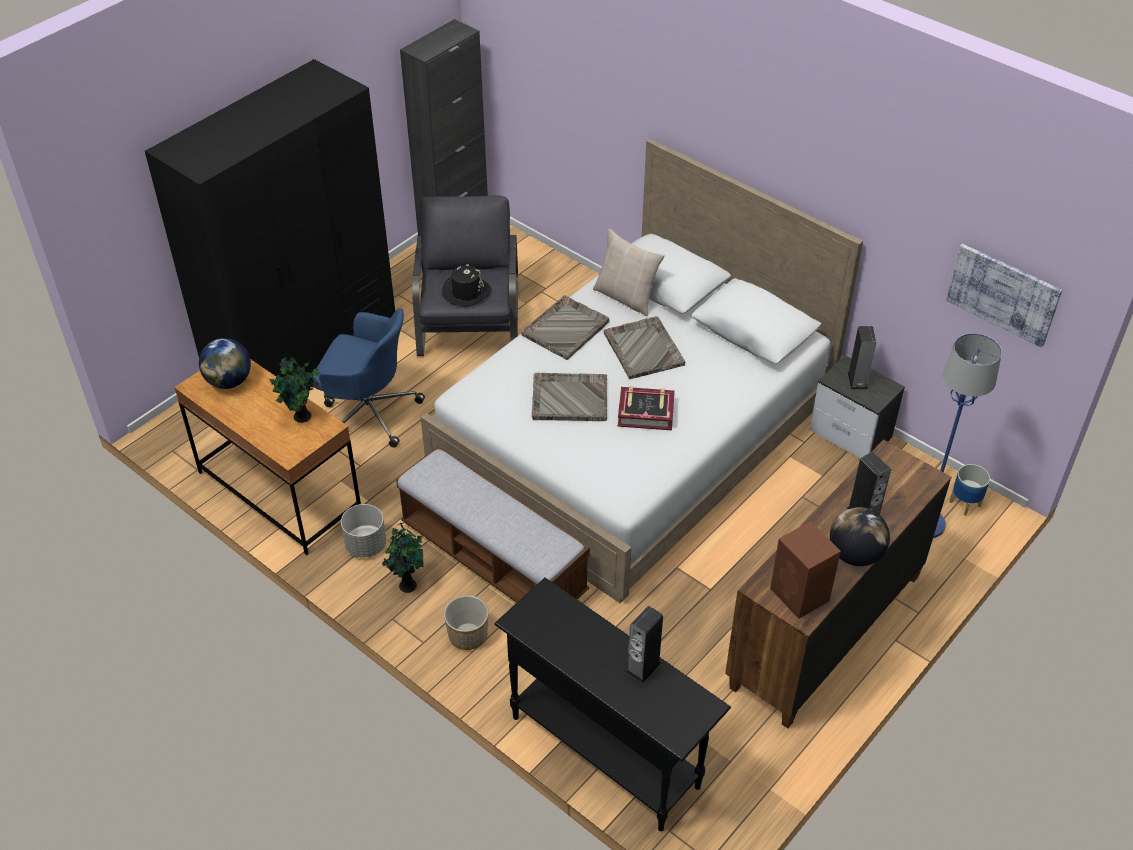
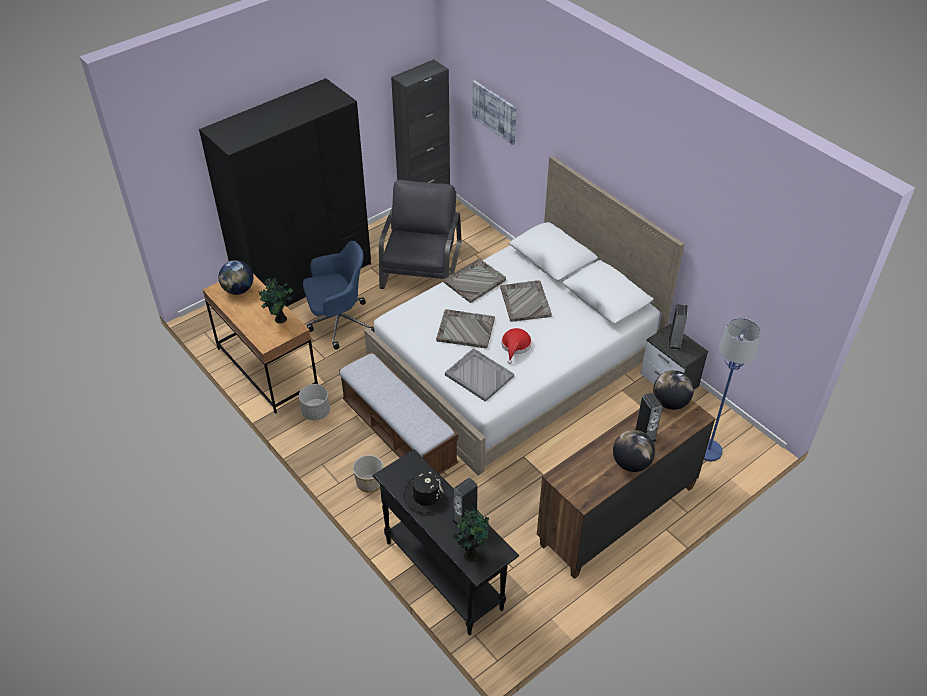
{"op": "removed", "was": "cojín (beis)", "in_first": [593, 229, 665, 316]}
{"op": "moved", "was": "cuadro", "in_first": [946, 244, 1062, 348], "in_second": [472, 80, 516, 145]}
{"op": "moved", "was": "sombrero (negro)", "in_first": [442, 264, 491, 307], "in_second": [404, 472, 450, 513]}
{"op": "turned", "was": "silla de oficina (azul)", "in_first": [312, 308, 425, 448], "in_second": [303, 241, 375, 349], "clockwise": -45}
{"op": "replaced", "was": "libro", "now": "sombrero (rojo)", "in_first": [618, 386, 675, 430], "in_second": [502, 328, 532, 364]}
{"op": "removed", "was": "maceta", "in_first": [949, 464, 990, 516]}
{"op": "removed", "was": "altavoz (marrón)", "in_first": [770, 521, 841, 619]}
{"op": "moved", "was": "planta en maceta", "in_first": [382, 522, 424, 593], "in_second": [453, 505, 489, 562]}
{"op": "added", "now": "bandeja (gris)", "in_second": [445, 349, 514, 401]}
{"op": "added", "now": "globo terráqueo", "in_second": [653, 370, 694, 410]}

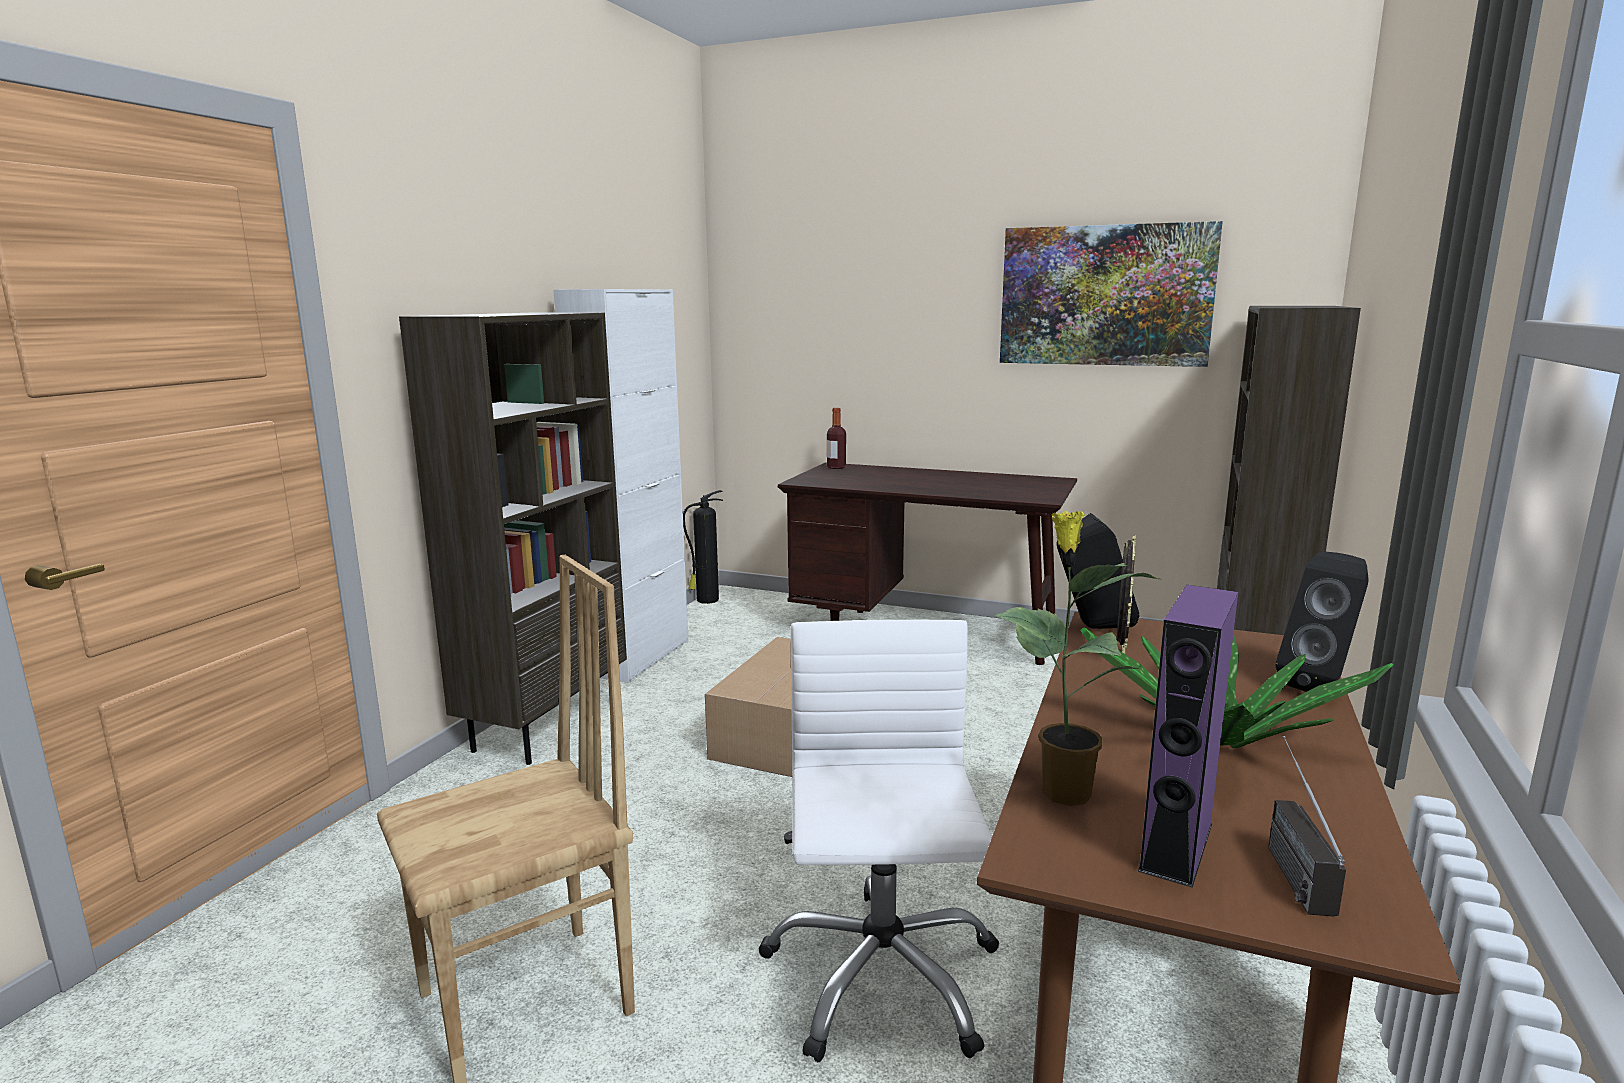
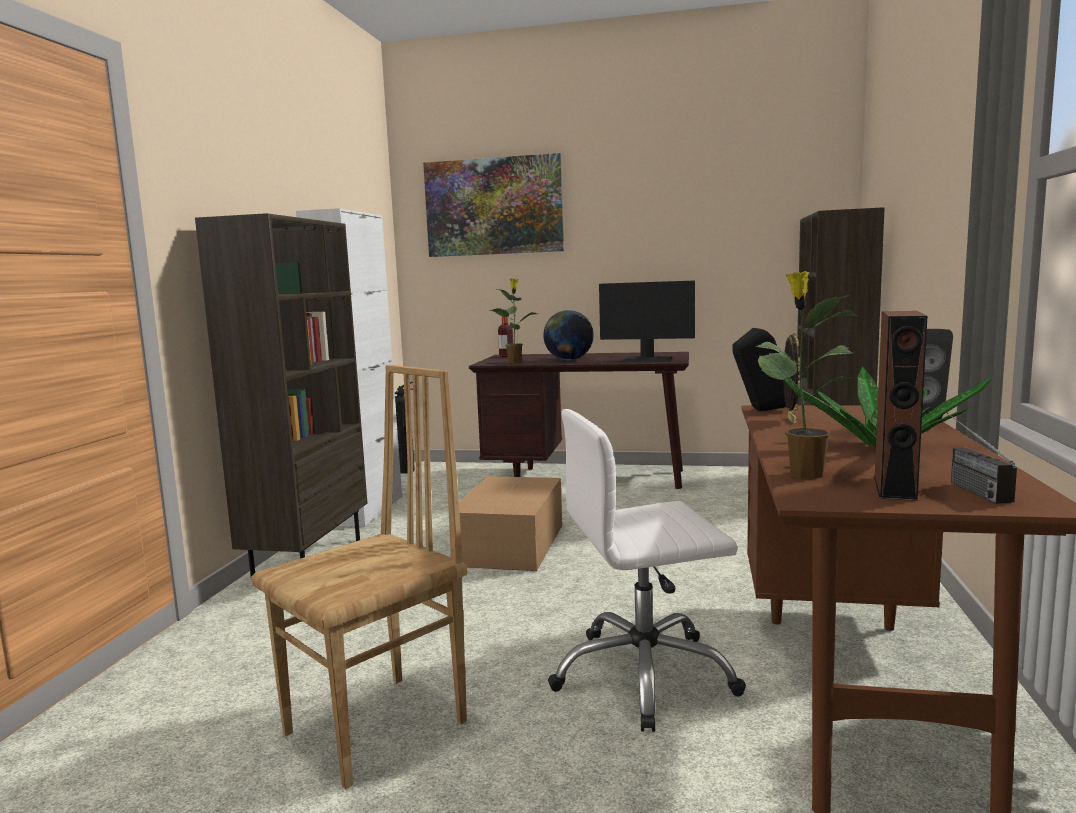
{"op": "moved", "was": "cuadro", "in_first": [1000, 221, 1223, 367], "in_second": [423, 153, 564, 257]}
{"op": "recoloured", "was": "altavoz (morado)", "now": "altavoz (marrón)", "in_first": [1137, 585, 1238, 888], "in_second": [874, 311, 927, 501]}
{"op": "turned", "was": "silla de oficina (blanco)", "in_first": [758, 620, 999, 1062], "in_second": [548, 409, 746, 732], "clockwise": -90}
{"op": "added", "now": "planta en maceta", "in_second": [490, 278, 538, 363]}
{"op": "added", "now": "monitor", "in_second": [599, 281, 695, 362]}
{"op": "added", "now": "globo terráqueo", "in_second": [543, 310, 594, 360]}

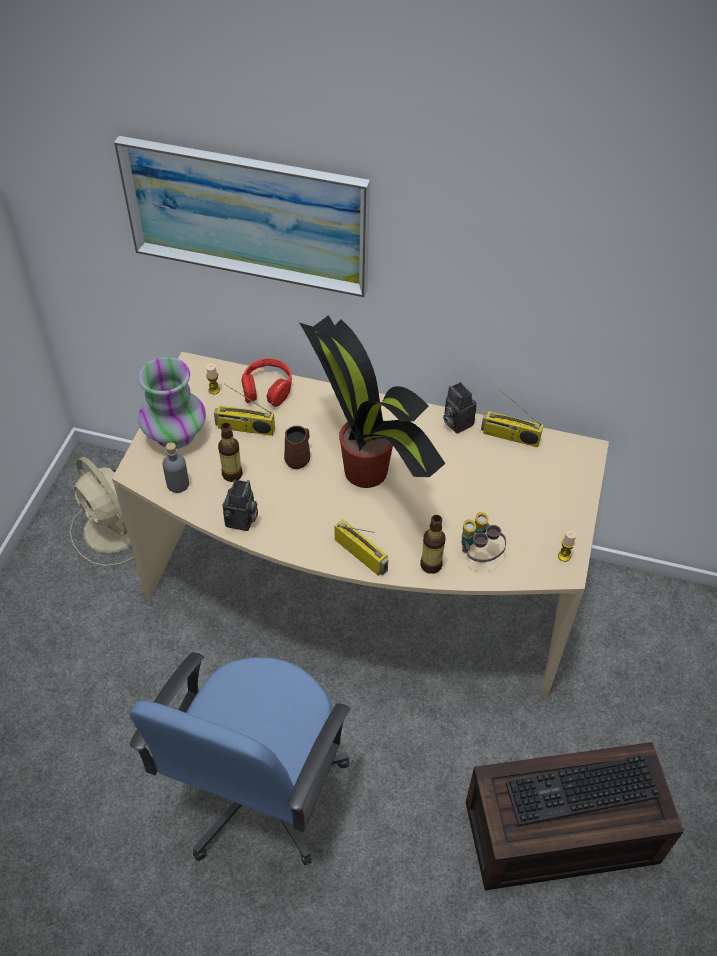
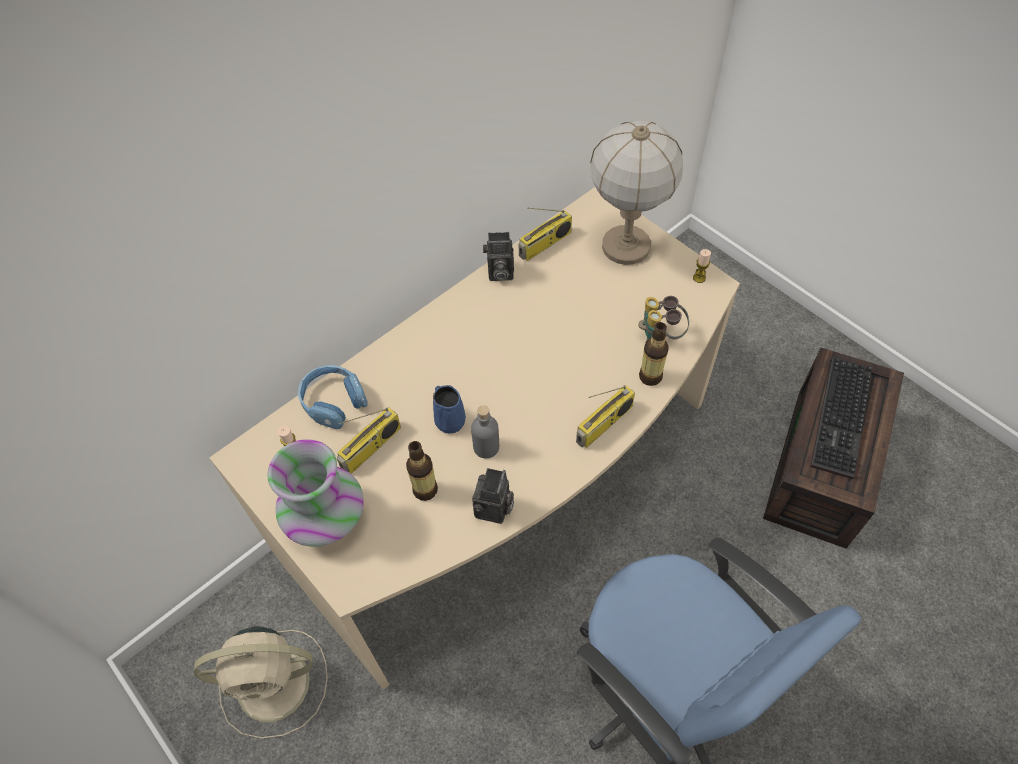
{"op": "removed", "was": "cuadro", "in_first": [114, 136, 370, 297]}
{"op": "removed", "was": "planta en maceta", "in_first": [300, 315, 445, 488]}
{"op": "recoloured", "was": "auriculares (rojo)", "now": "auriculares (azul)", "in_first": [241, 358, 292, 407], "in_second": [298, 365, 368, 429]}
{"op": "recoloured", "was": "taza grande (marrón)", "now": "taza grande (azul)", "in_first": [284, 426, 310, 469], "in_second": [433, 385, 466, 433]}
{"op": "moved", "was": "botella (gris)", "in_first": [163, 442, 189, 493], "in_second": [471, 405, 499, 459]}
{"op": "turned", "was": "cámara", "in_first": [223, 480, 258, 531], "in_second": [472, 468, 514, 524], "clockwise": 60}
{"op": "turned", "was": "radio", "in_first": [335, 519, 388, 576], "in_second": [576, 385, 635, 448], "clockwise": 150}
{"op": "added", "now": "lámpara de mesa", "in_second": [590, 121, 683, 265]}

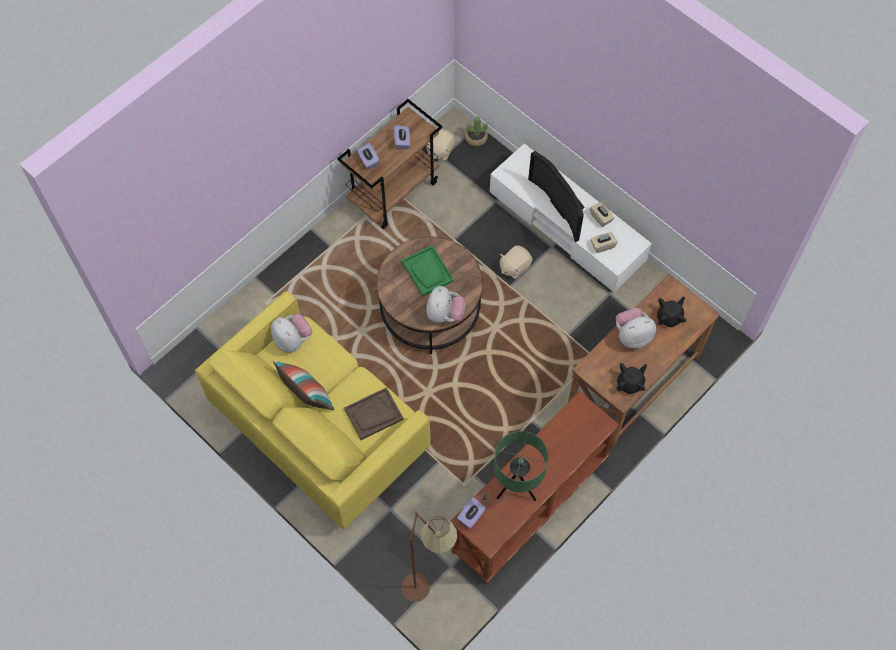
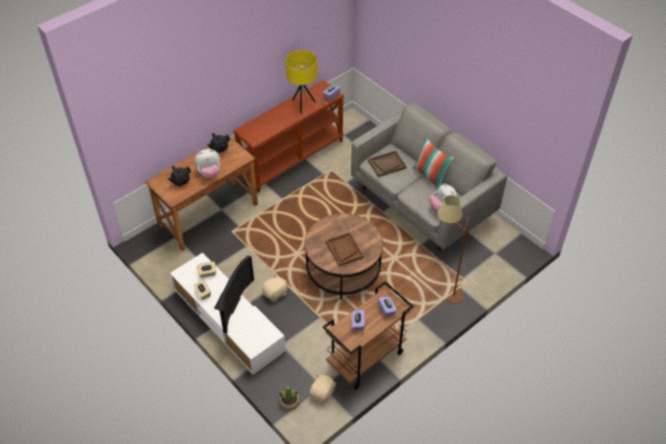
{"op": "turned", "was": "televisor", "in_first": [528, 151, 585, 242], "in_second": [214, 256, 254, 334], "clockwise": 45}
{"op": "recoloured", "was": "bandeja (verde)", "now": "bandeja (marrón)", "in_first": [402, 245, 454, 296], "in_second": [326, 232, 364, 266]}
{"op": "removed", "was": "peluche", "in_first": [426, 286, 465, 323]}
{"op": "recoloured", "was": "sofá (amarillo)", "now": "sofá (gris)", "in_first": [195, 291, 430, 530], "in_second": [351, 103, 507, 251]}
{"op": "recoloured", "was": "lámpara de mesa (verde)", "now": "lámpara de mesa (amarillo)", "in_first": [481, 431, 548, 503], "in_second": [285, 50, 325, 114]}
{"op": "moved", "was": "lámpara de pie (marrón)", "in_first": [401, 512, 457, 602], "in_second": [438, 195, 469, 304]}

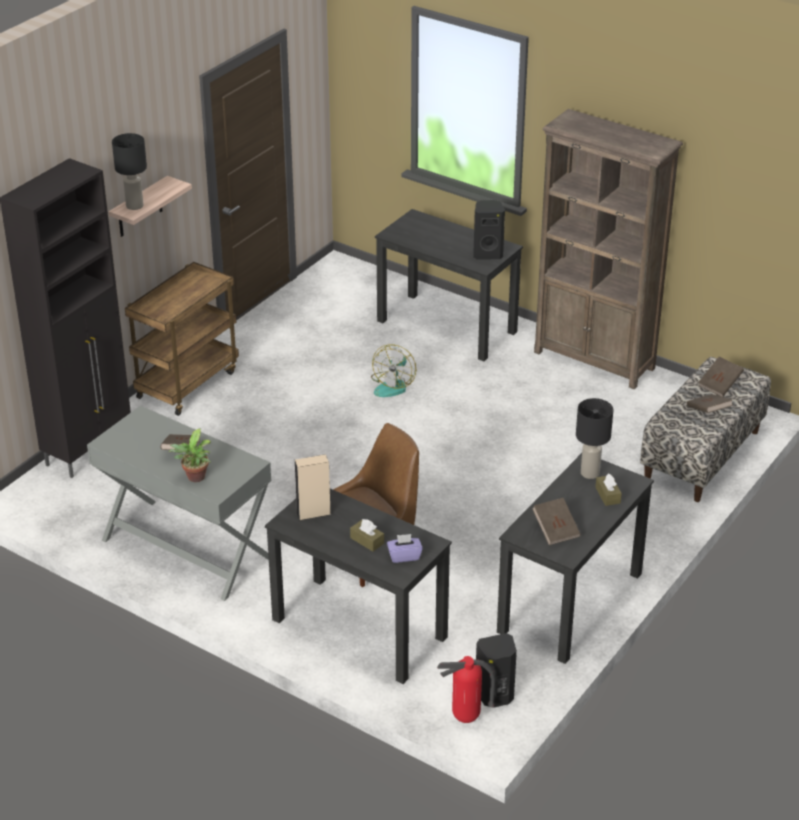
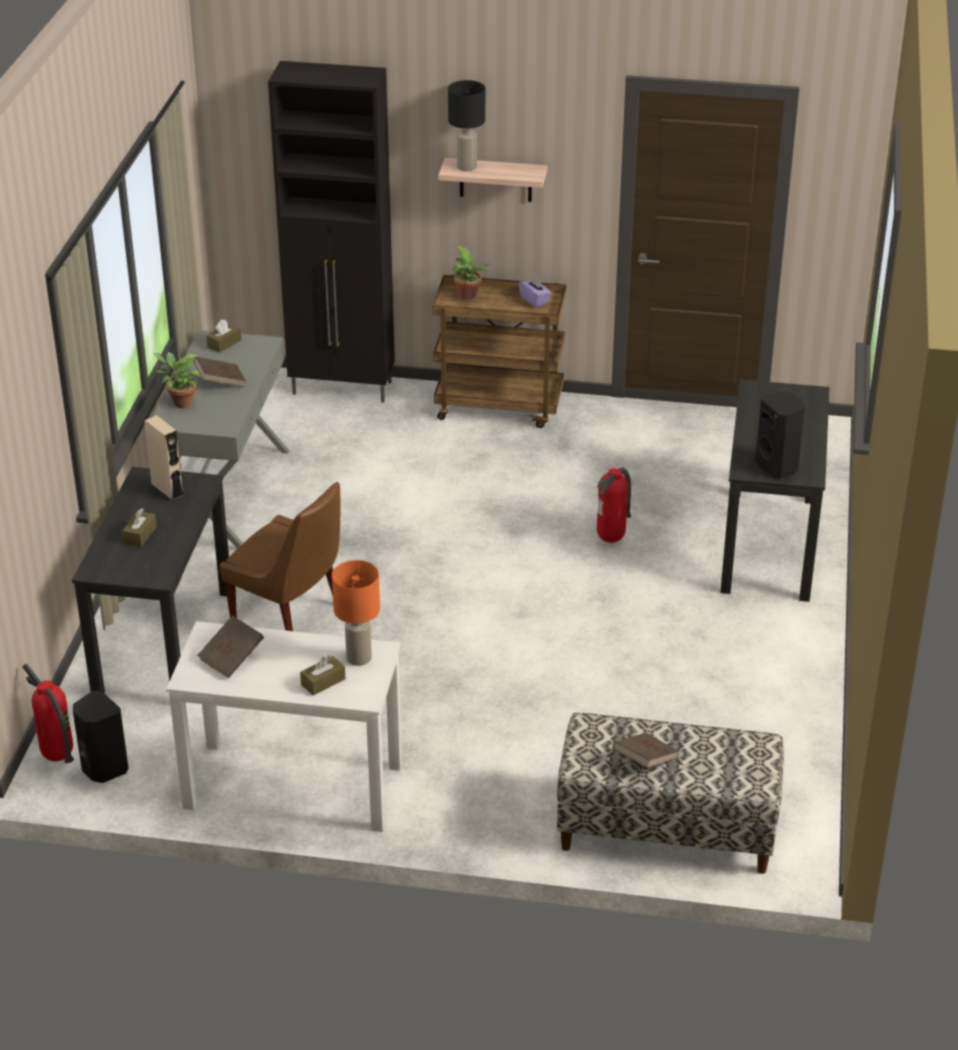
{"op": "removed", "was": "estantería (marrón)", "in_first": [534, 109, 683, 389]}
{"op": "replaced", "was": "ventilador", "now": "extintor", "in_first": [371, 344, 416, 397], "in_second": [597, 468, 631, 543]}
{"op": "removed", "was": "libro (marrón)", "in_first": [698, 357, 744, 397]}
{"op": "recoloured", "was": "lámpara de mesa (negro)", "now": "lámpara de mesa (naranja)", "in_first": [576, 398, 613, 479], "in_second": [332, 560, 380, 666]}
{"op": "recoloured", "was": "escritorio (negro)", "now": "escritorio (blanco)", "in_first": [497, 453, 654, 664], "in_second": [166, 621, 402, 832]}
{"op": "moved", "was": "caja de pañuelos (morado)", "in_first": [387, 534, 423, 563], "in_second": [518, 276, 552, 308]}
{"op": "added", "now": "planta en maceta", "in_second": [452, 245, 491, 300]}
{"op": "added", "now": "caja de pañuelos (marrón)", "in_second": [206, 320, 241, 353]}

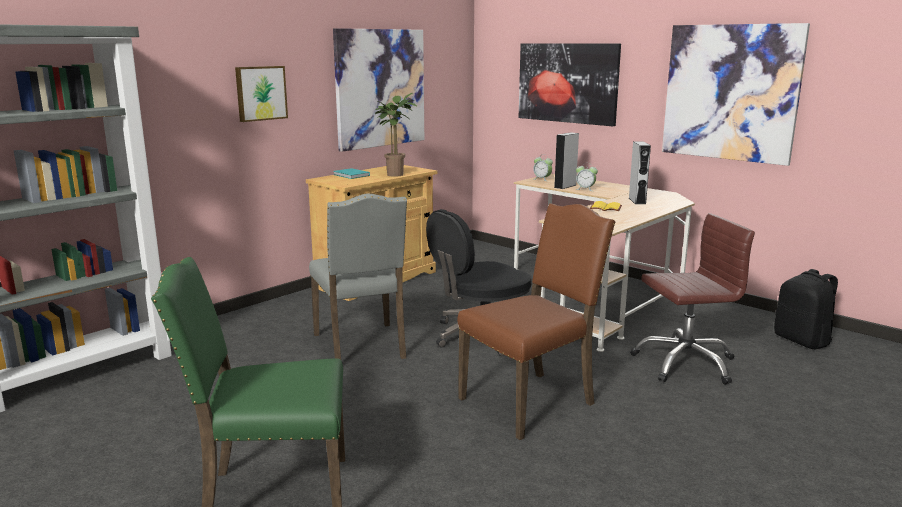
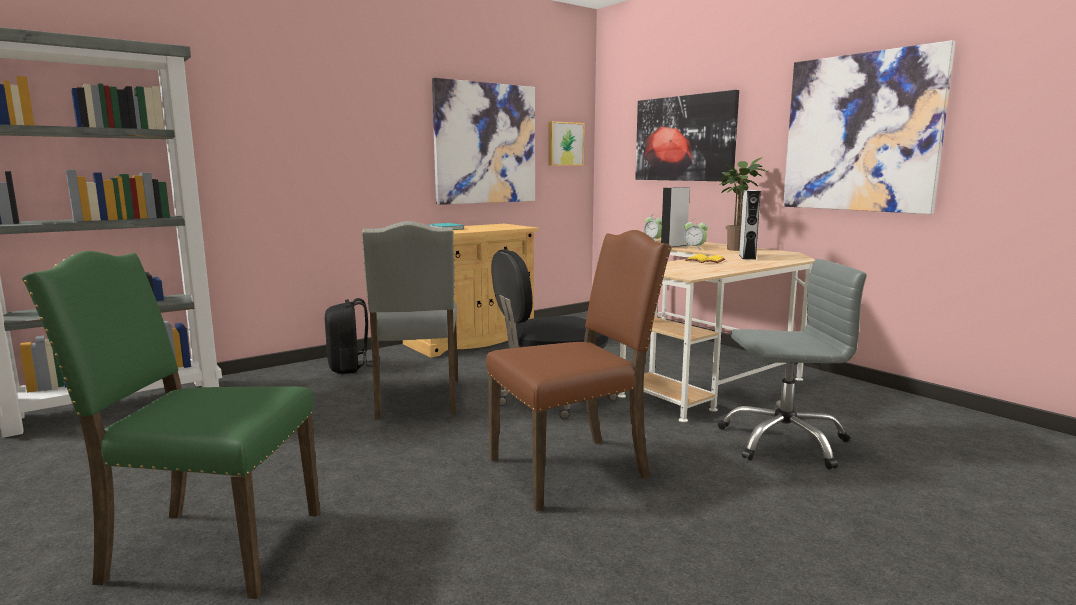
{"op": "moved", "was": "cuadro", "in_first": [235, 66, 288, 122], "in_second": [548, 121, 585, 166]}
{"op": "moved", "was": "planta en maceta", "in_first": [375, 93, 417, 177], "in_second": [717, 157, 767, 251]}
{"op": "recoloured", "was": "silla de oficina (marrón)", "now": "silla de oficina (gris)", "in_first": [630, 213, 755, 385], "in_second": [718, 259, 867, 469]}
{"op": "moved", "was": "mochila (negro)", "in_first": [774, 269, 838, 349], "in_second": [325, 298, 373, 374]}

